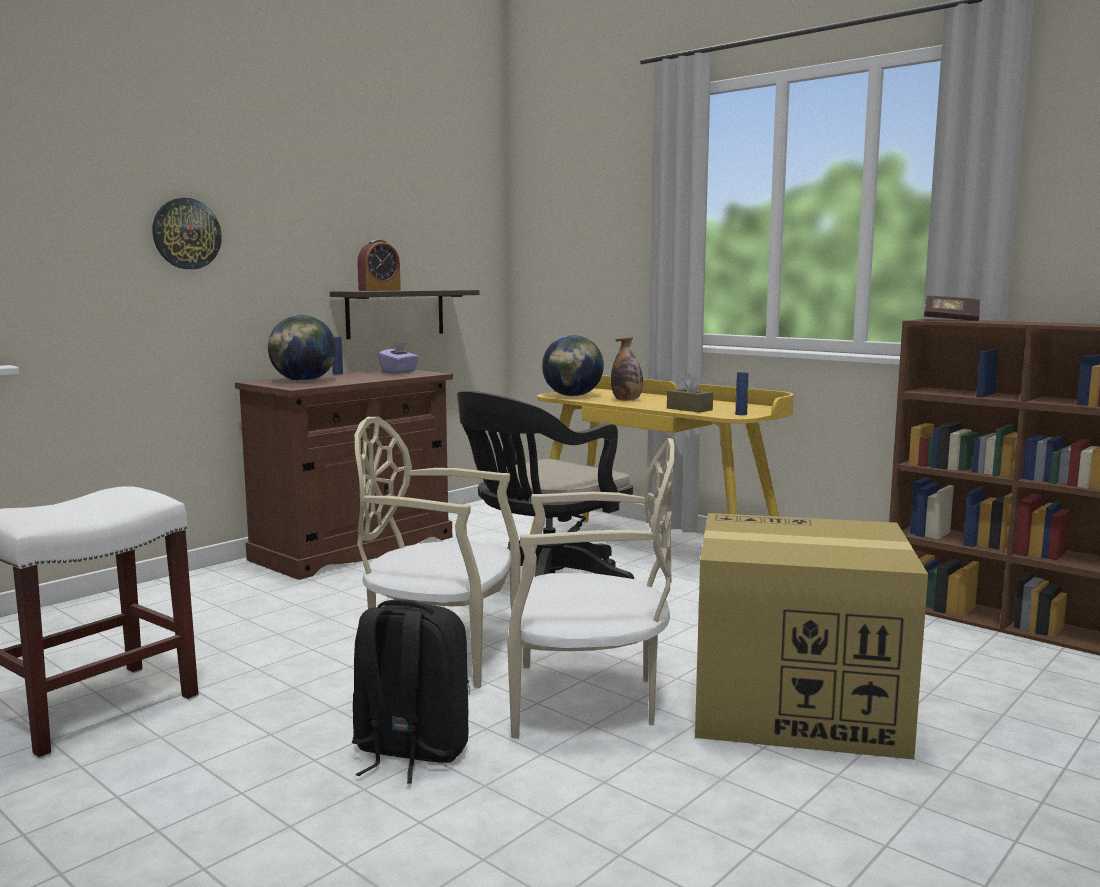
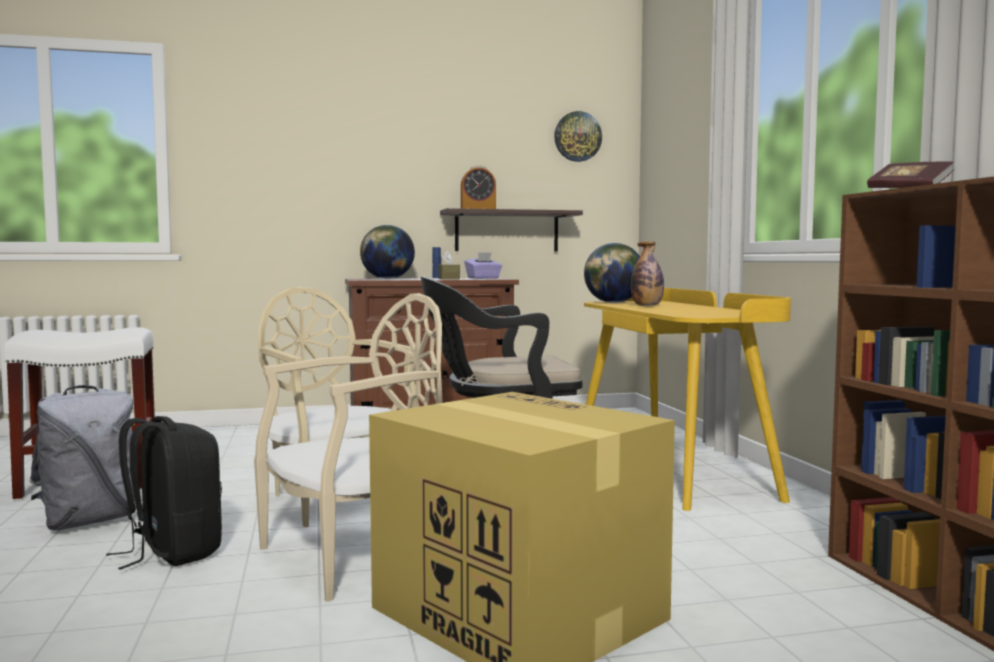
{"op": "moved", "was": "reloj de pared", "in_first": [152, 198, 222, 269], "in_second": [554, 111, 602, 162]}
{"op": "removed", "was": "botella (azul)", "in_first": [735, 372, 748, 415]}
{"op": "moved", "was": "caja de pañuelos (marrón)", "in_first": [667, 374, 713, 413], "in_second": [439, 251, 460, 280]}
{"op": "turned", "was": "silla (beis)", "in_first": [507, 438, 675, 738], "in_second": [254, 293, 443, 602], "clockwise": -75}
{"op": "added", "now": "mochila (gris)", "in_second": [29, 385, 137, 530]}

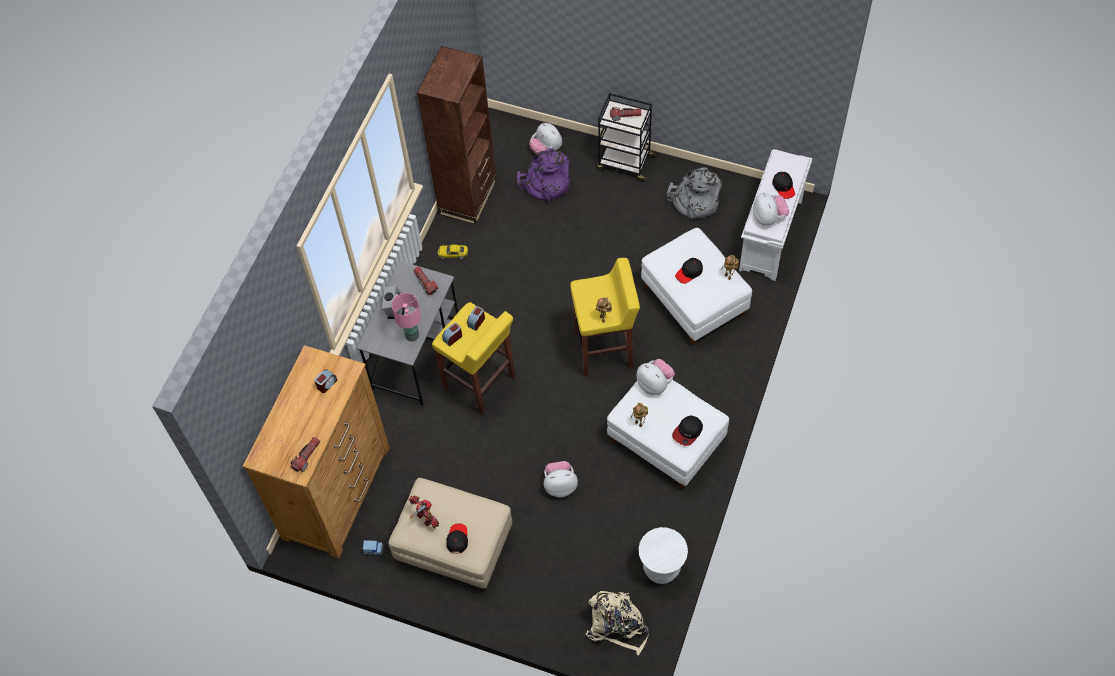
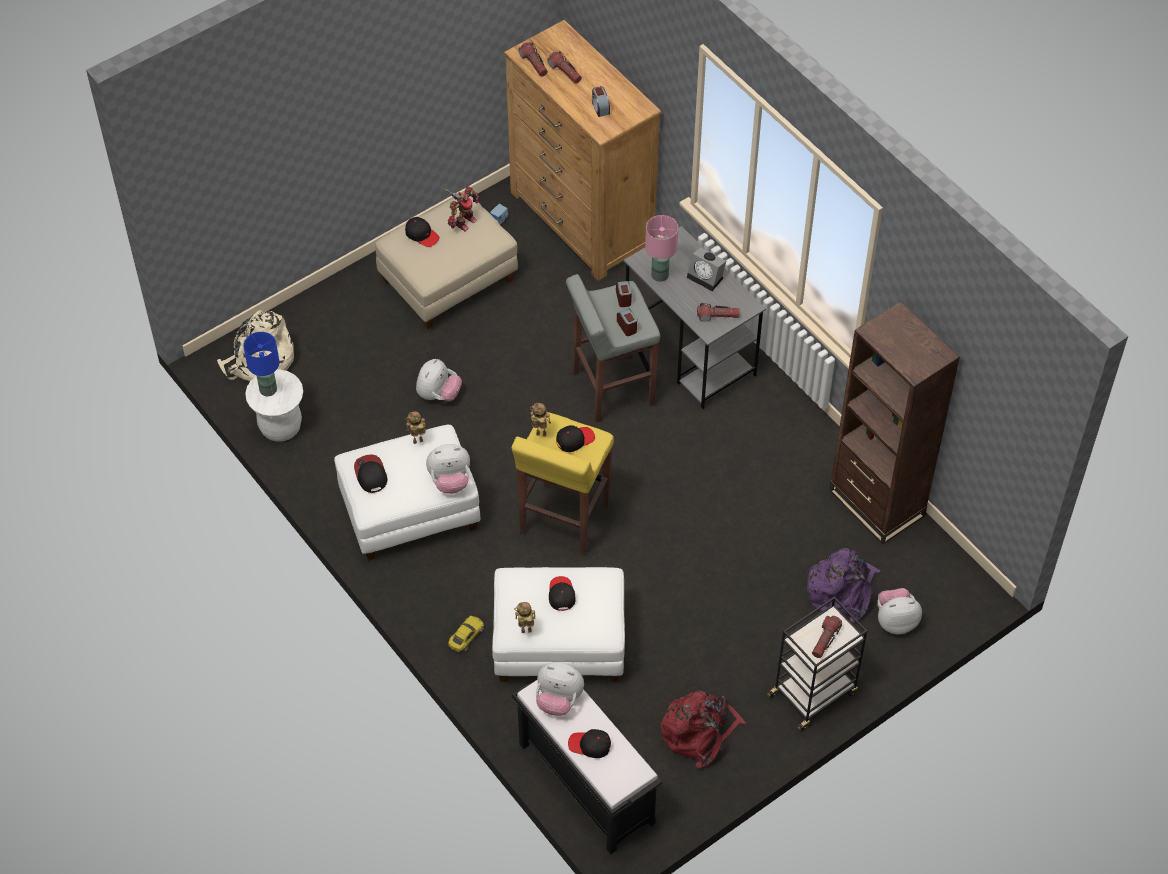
{"op": "recoloured", "was": "banco (blanco)", "now": "banco (negro)", "in_first": [739, 149, 812, 281], "in_second": [512, 680, 663, 854]}
{"op": "recoloured", "was": "mochila (gris)", "now": "mochila (rojo)", "in_first": [667, 167, 722, 219], "in_second": [660, 691, 746, 769]}
{"op": "moved", "was": "coche de juguete (amarillo)", "in_first": [438, 244, 468, 260], "in_second": [447, 616, 484, 652]}
{"op": "recoloured", "was": "taburete (amarillo)", "now": "taburete (gris)", "in_first": [432, 302, 515, 415], "in_second": [566, 274, 660, 422]}
{"op": "turned", "was": "robot de juguete", "in_first": [409, 496, 439, 528], "in_second": [445, 187, 479, 231], "clockwise": -45}
{"op": "added", "now": "linterna", "in_second": [547, 51, 582, 84]}
{"op": "added", "now": "lámpara de mesa (azul)", "in_second": [243, 332, 280, 396]}
{"op": "added", "now": "gorra (negro)", "in_second": [556, 425, 595, 452]}

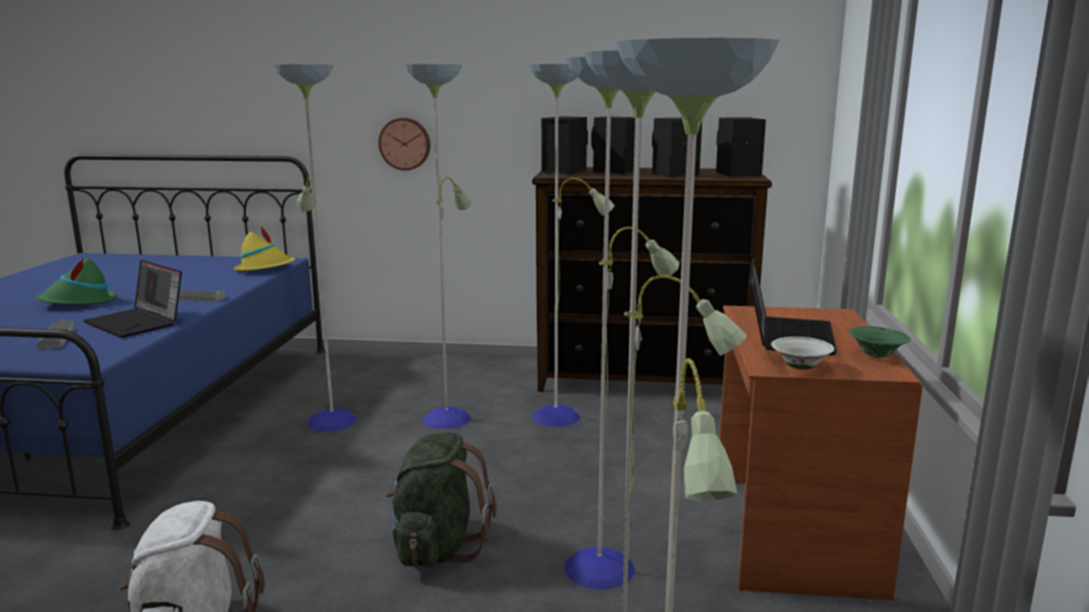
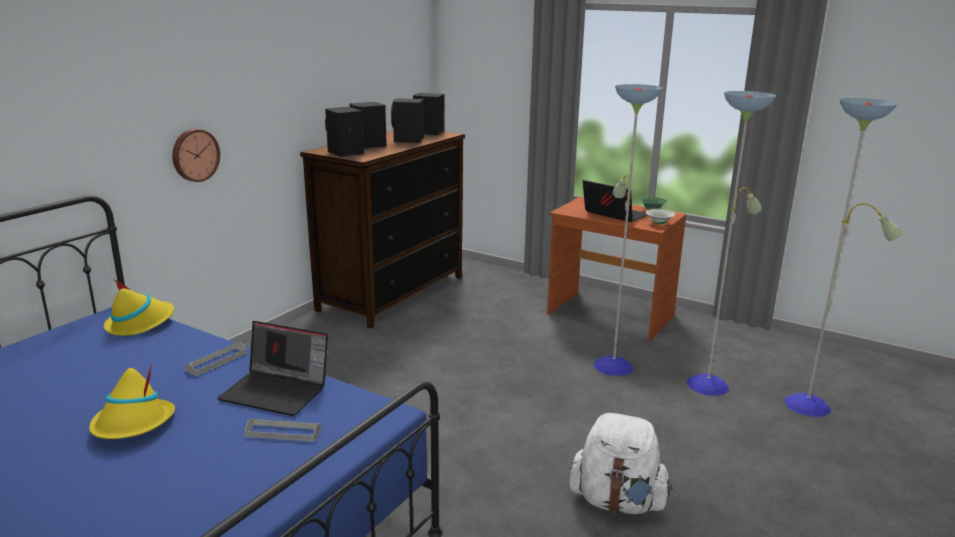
{"op": "removed", "was": "lámpara de pie", "in_first": [274, 64, 615, 431]}
{"op": "recoloured", "was": "sombrero (verde)", "now": "sombrero (amarillo)", "in_first": [35, 257, 117, 305], "in_second": [89, 363, 175, 439]}
{"op": "turned", "was": "portátil", "in_first": [83, 260, 182, 338], "in_second": [217, 321, 328, 416], "clockwise": 45}
{"op": "removed", "was": "mochila (verde)", "in_first": [385, 432, 497, 567]}

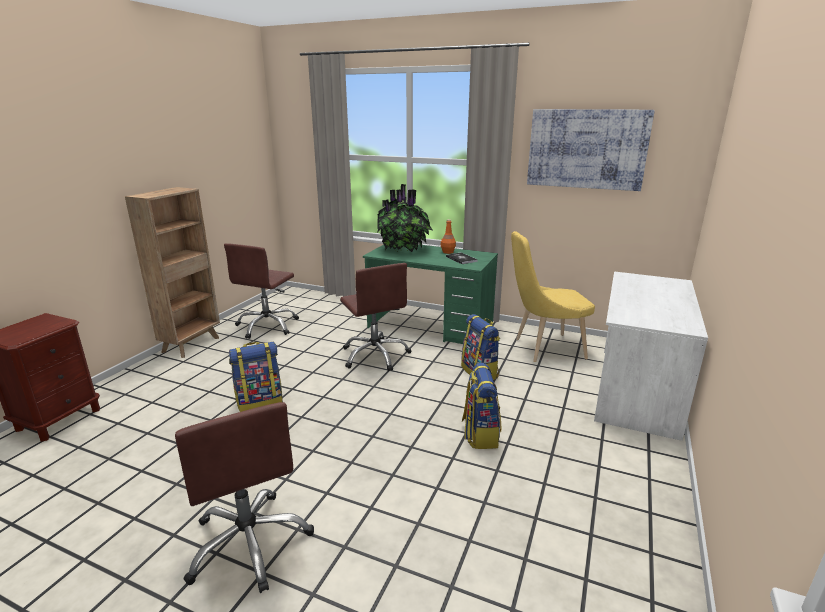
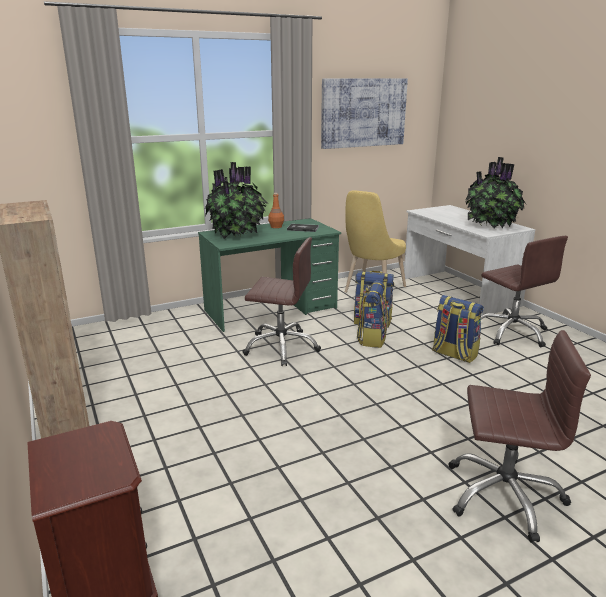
{"op": "moved", "was": "silla de oficina (marrón)", "in_first": [224, 243, 299, 339], "in_second": [481, 236, 568, 347]}
{"op": "moved", "was": "mochila", "in_first": [229, 342, 283, 412], "in_second": [357, 281, 388, 348]}
{"op": "added", "now": "planta en maceta", "in_second": [466, 157, 527, 228]}

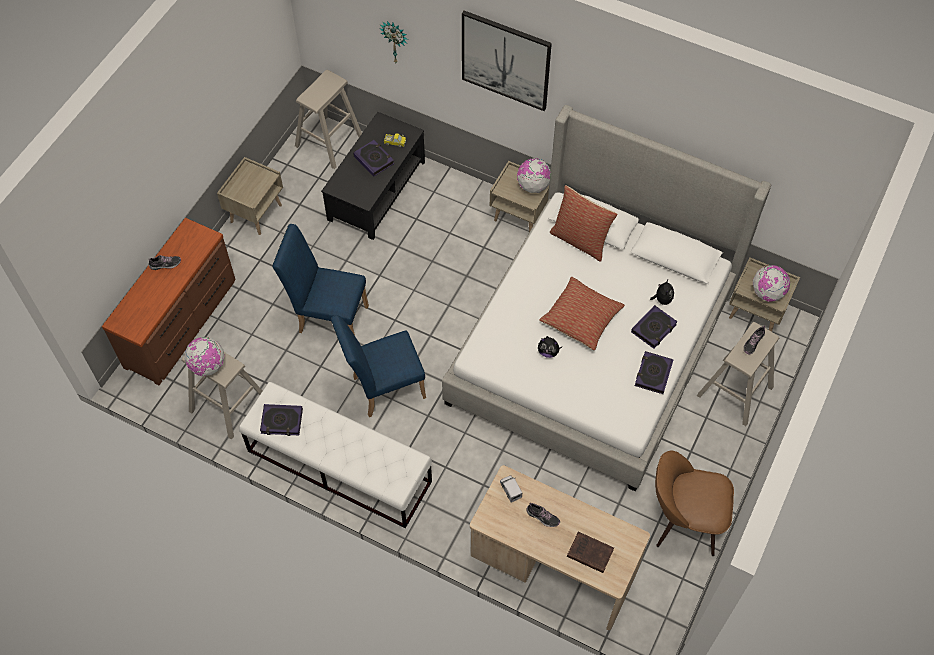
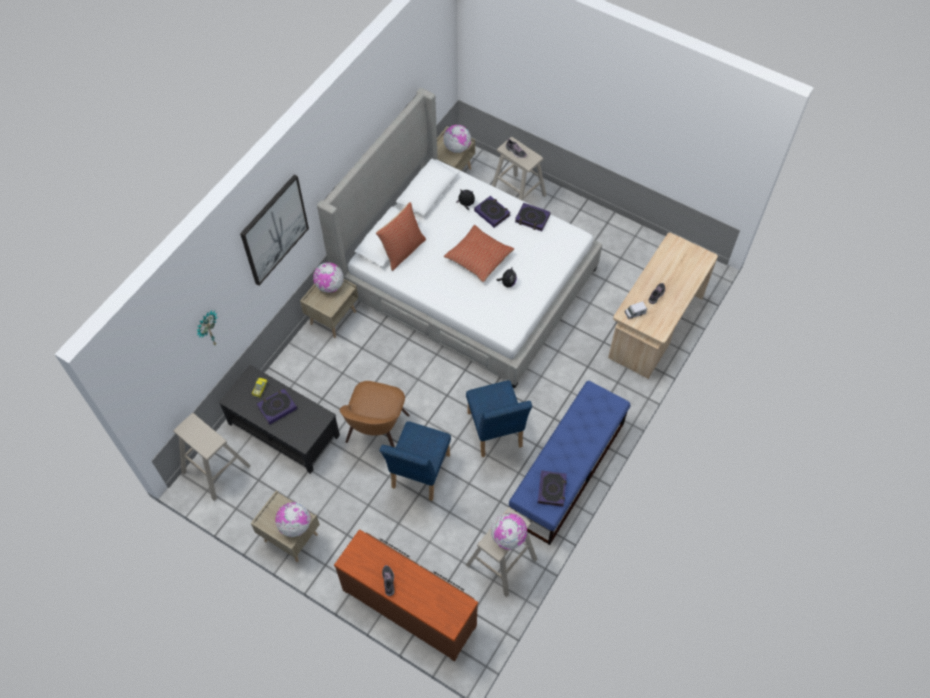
{"op": "recoloured", "was": "banco (blanco)", "now": "banco (azul)", "in_first": [239, 382, 432, 529], "in_second": [509, 381, 630, 545]}
{"op": "moved", "was": "silla (marrón)", "in_first": [655, 451, 734, 556], "in_second": [340, 381, 410, 447]}
{"op": "removed", "was": "libro (marrón)", "in_first": [567, 532, 614, 573]}
{"op": "added", "now": "globo terráqueo", "in_second": [275, 502, 311, 537]}

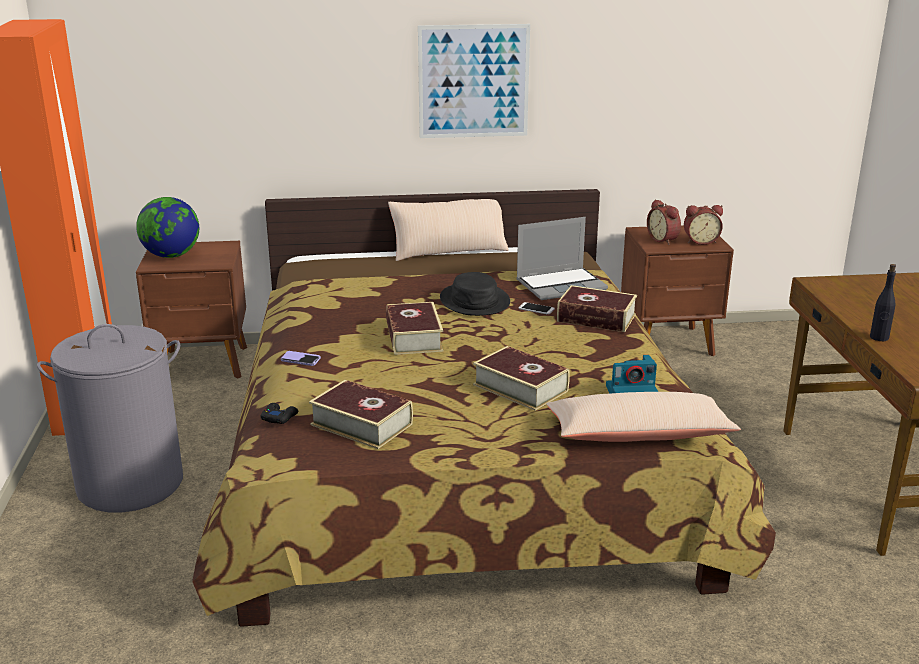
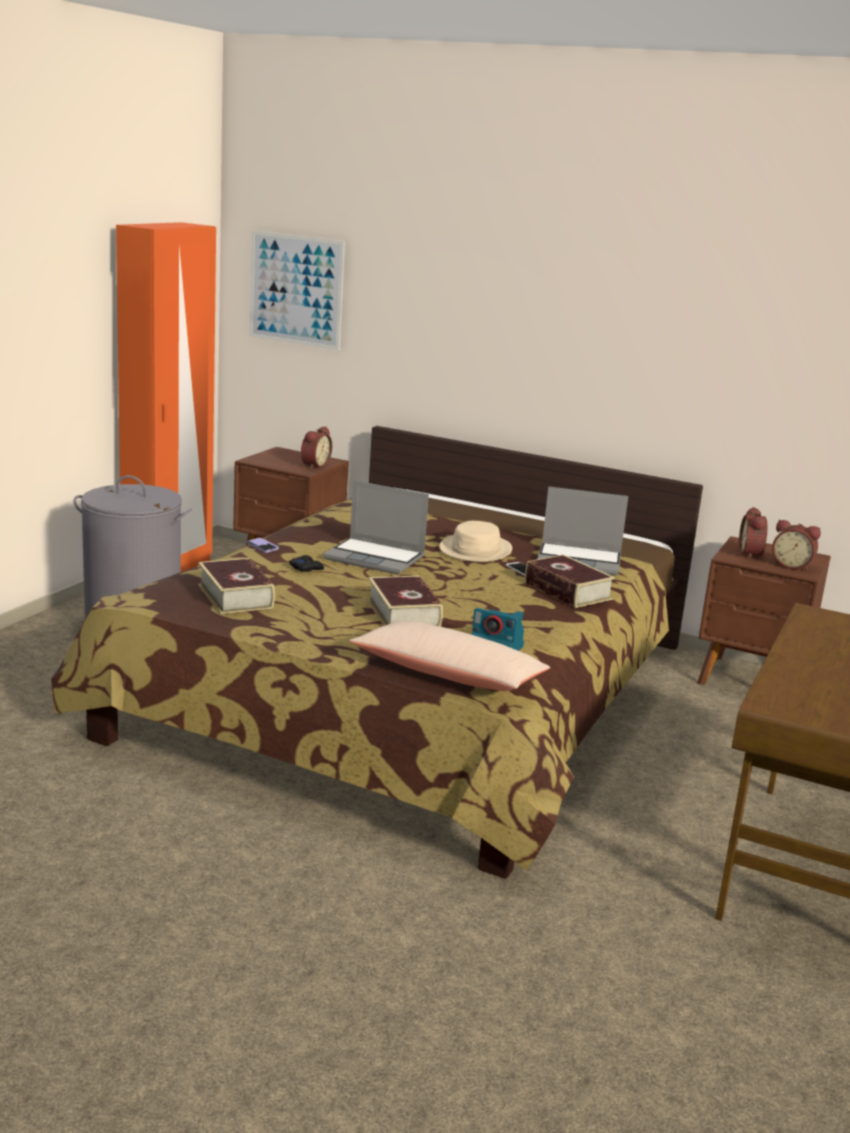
{"op": "moved", "was": "cuadro", "in_first": [418, 24, 530, 138], "in_second": [250, 231, 345, 350]}
{"op": "removed", "was": "globo terráqueo", "in_first": [136, 197, 199, 258]}
{"op": "removed", "was": "cojín (beis)", "in_first": [388, 199, 509, 261]}
{"op": "removed", "was": "botella (negro)", "in_first": [870, 264, 896, 341]}
{"op": "recoloured", "was": "sombrero (negro)", "now": "sombrero (beis)", "in_first": [440, 272, 510, 316], "in_second": [439, 521, 512, 562]}
{"op": "replaced", "was": "libro", "now": "portátil", "in_first": [386, 302, 443, 355], "in_second": [323, 480, 429, 575]}
{"op": "moved", "was": "mando de consola (negro)", "in_first": [261, 403, 298, 424], "in_second": [289, 555, 324, 572]}
{"op": "added", "now": "despertador", "in_second": [301, 426, 332, 469]}

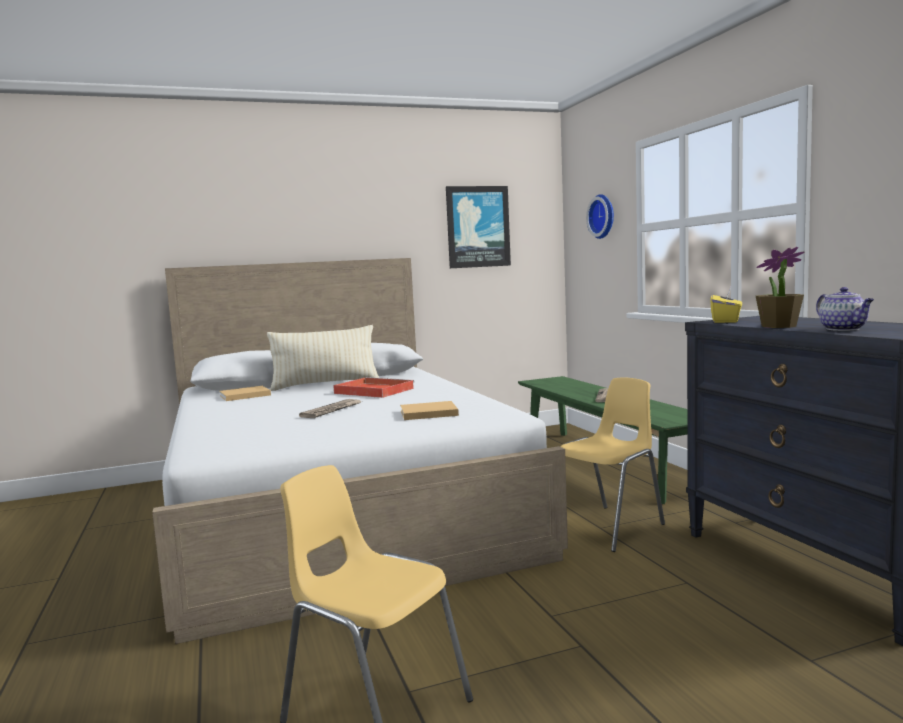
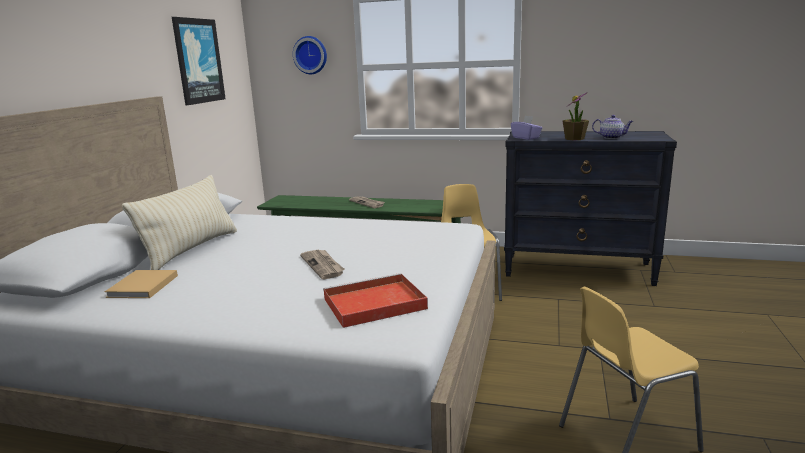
{"op": "recoloured", "was": "caja de pañuelos (amarillo)", "now": "caja de pañuelos (morado)", "in_first": [710, 287, 742, 323], "in_second": [511, 116, 542, 140]}
{"op": "moved", "was": "bandeja (rojo)", "in_first": [333, 377, 415, 398], "in_second": [323, 273, 428, 328]}
{"op": "removed", "was": "libro (beis)", "in_first": [400, 401, 459, 420]}

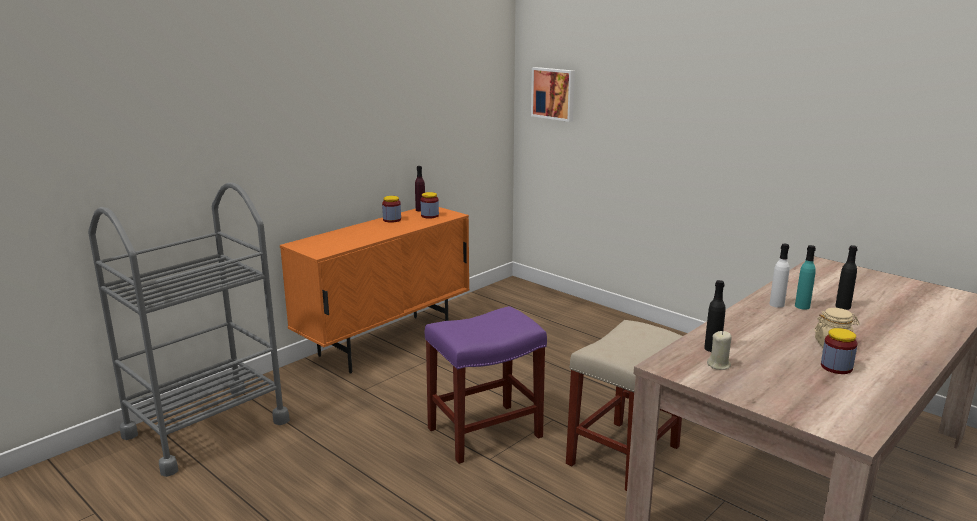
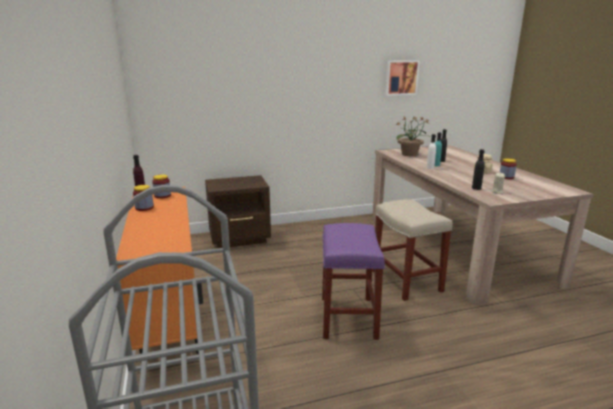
{"op": "moved", "was": "cuadro", "in_first": [531, 67, 575, 122], "in_second": [385, 60, 420, 96]}
{"op": "added", "now": "planta en maceta", "in_second": [396, 116, 430, 156]}
{"op": "added", "now": "mesita de noche (marrón)", "in_second": [205, 175, 271, 248]}

